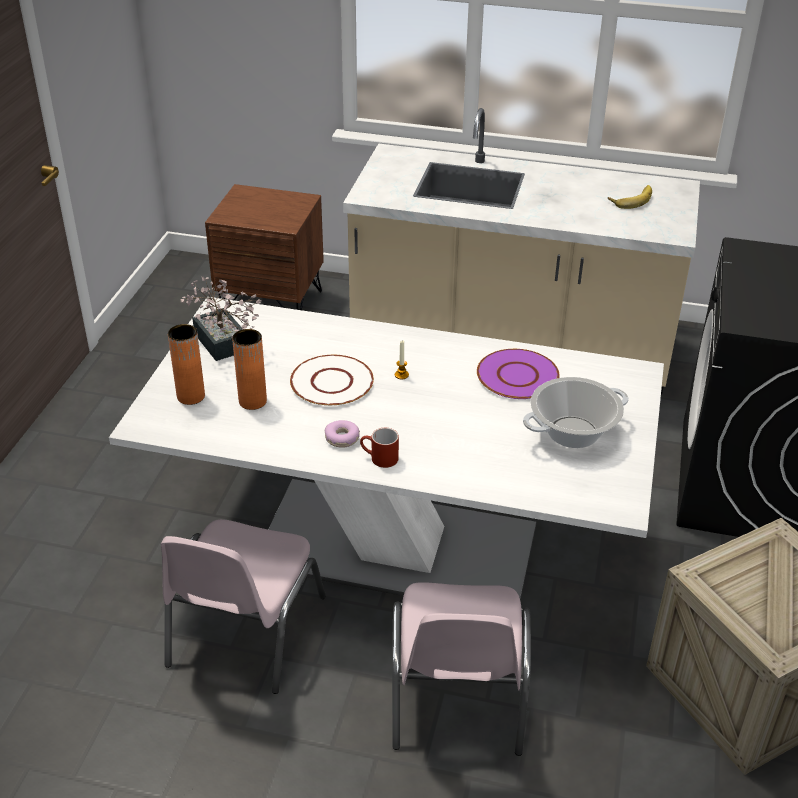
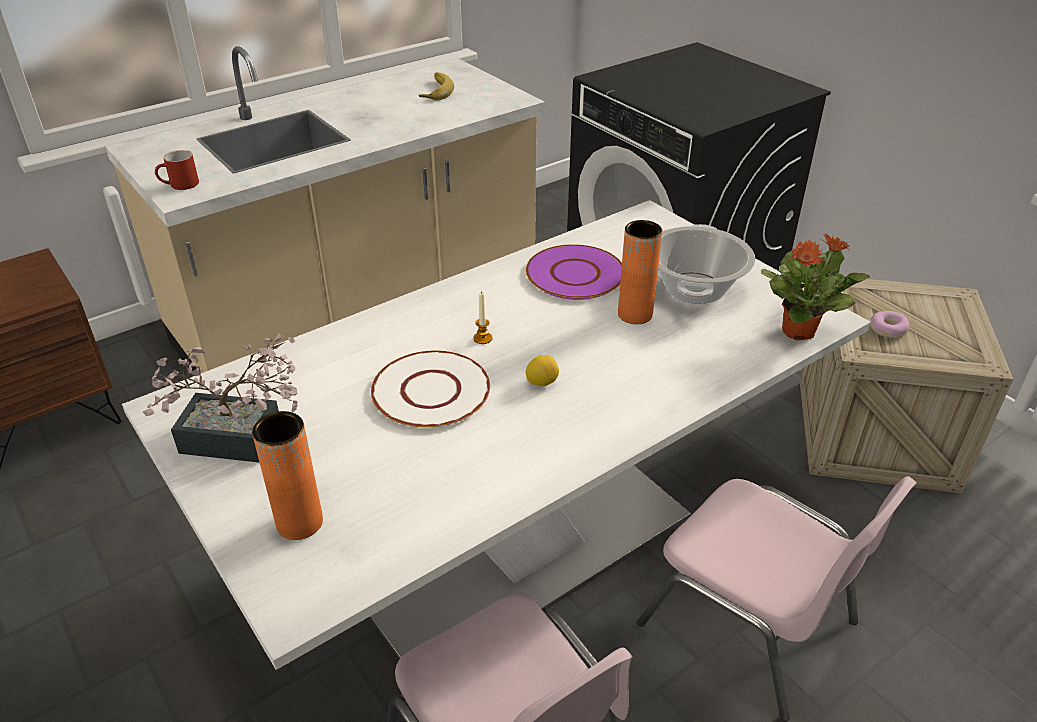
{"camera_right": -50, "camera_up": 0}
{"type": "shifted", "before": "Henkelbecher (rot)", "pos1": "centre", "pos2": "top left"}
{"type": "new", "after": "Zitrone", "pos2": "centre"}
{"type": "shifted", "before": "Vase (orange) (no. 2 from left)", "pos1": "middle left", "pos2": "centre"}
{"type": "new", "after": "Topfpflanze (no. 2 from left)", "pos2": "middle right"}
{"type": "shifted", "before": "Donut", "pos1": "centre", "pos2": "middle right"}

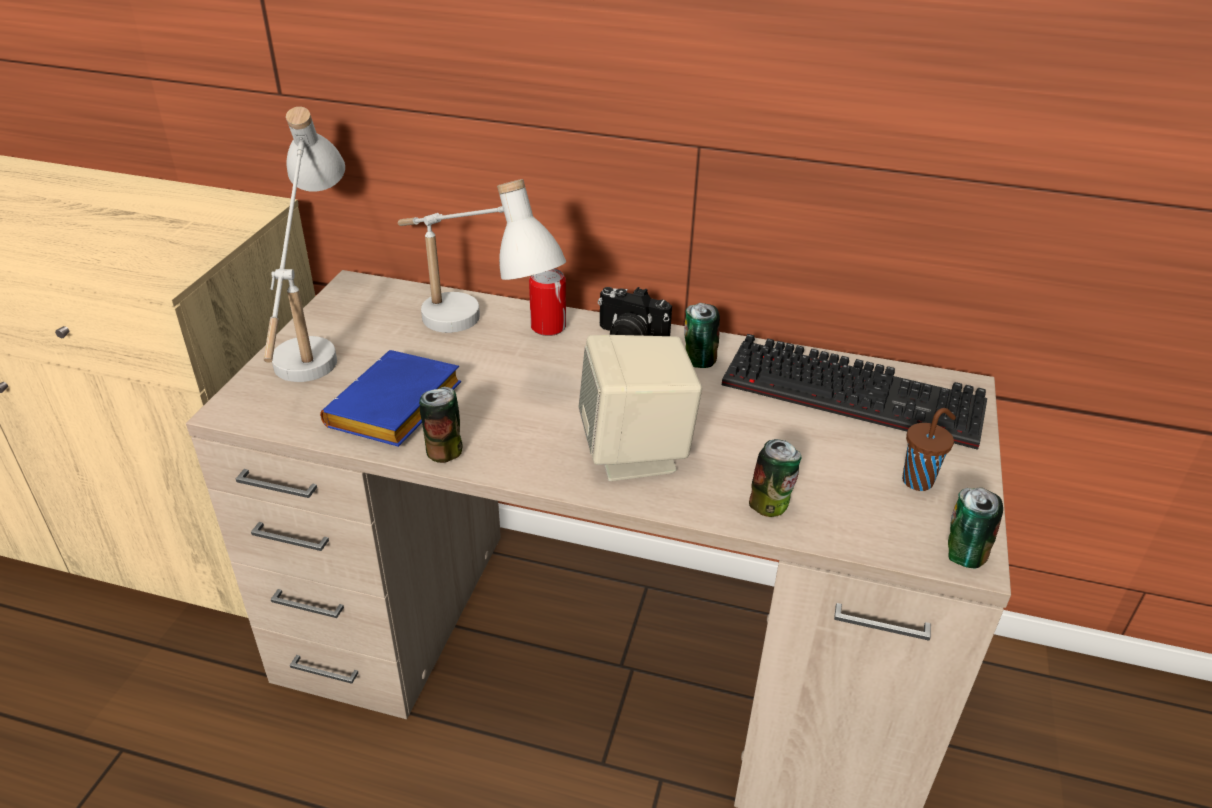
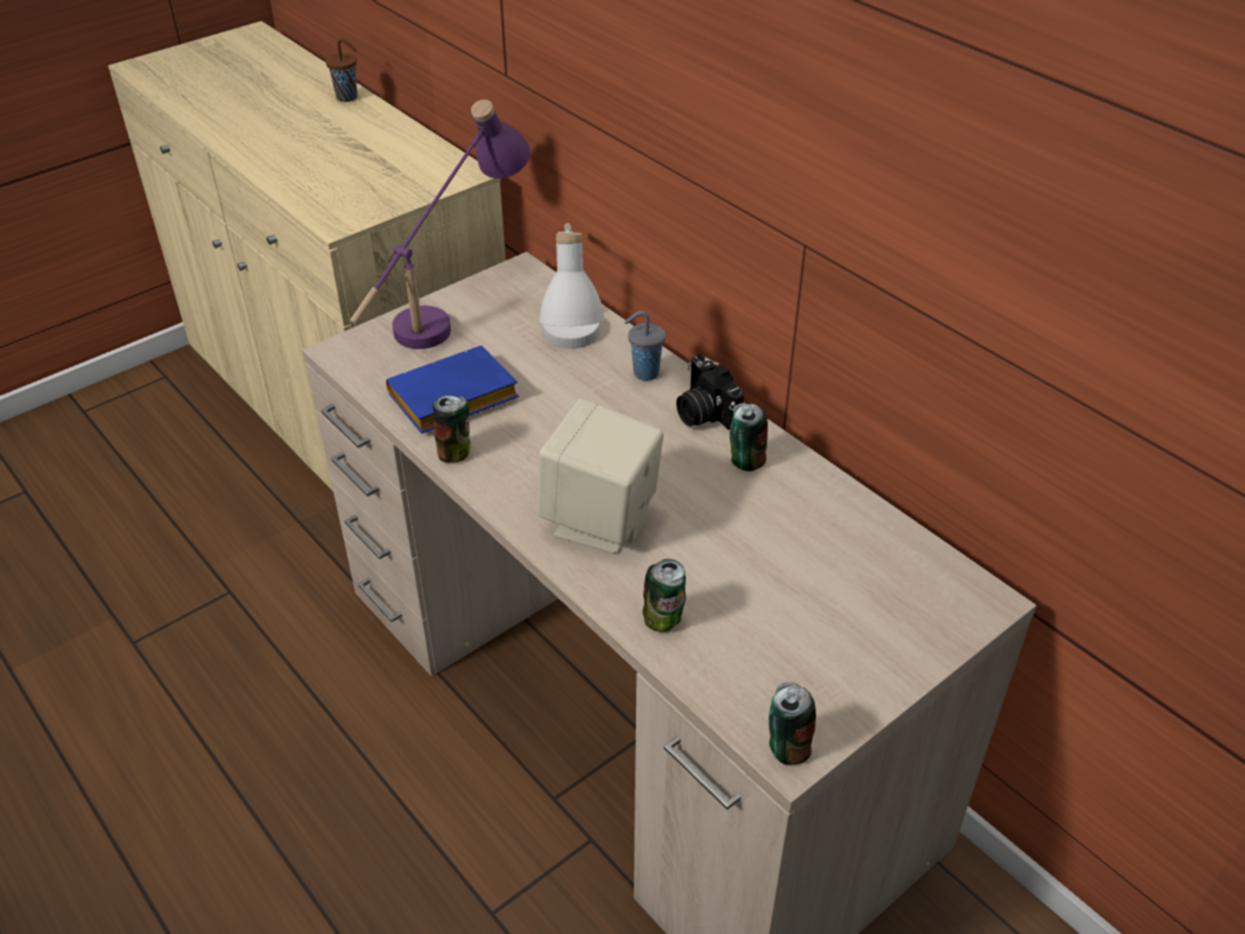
{"camera_right": 35, "camera_up": 5}
{"type": "shifted", "before": "Tasse (braun)", "pos1": "middle right", "pos2": "top left"}
{"type": "repainted", "before": "Tischlampe (weiß) (no. 1 from left)", "after": "Tischlampe (lila)", "pos1": "top left", "pos2": "top centre"}
{"type": "swapped", "before": "Dose (no. 2 from left)", "after": "Tasse (grau)", "pos1": "centre", "pos2": "centre"}
{"type": "gone", "before": "Tastatur", "pos1": "middle right"}

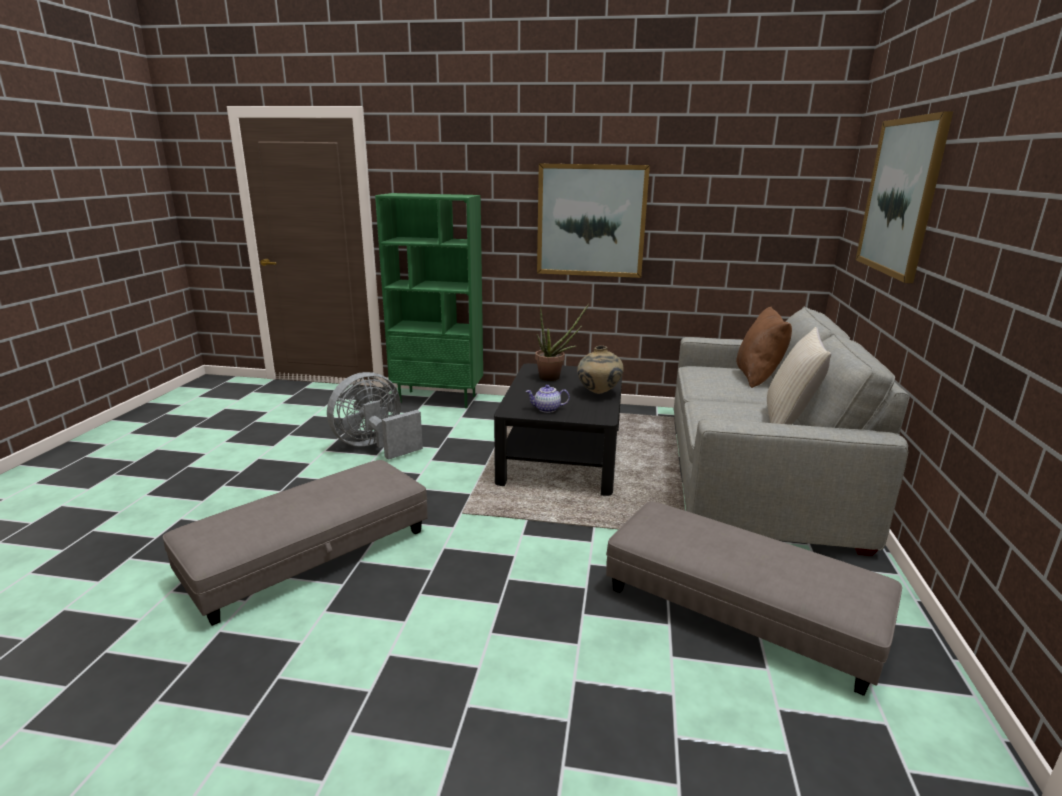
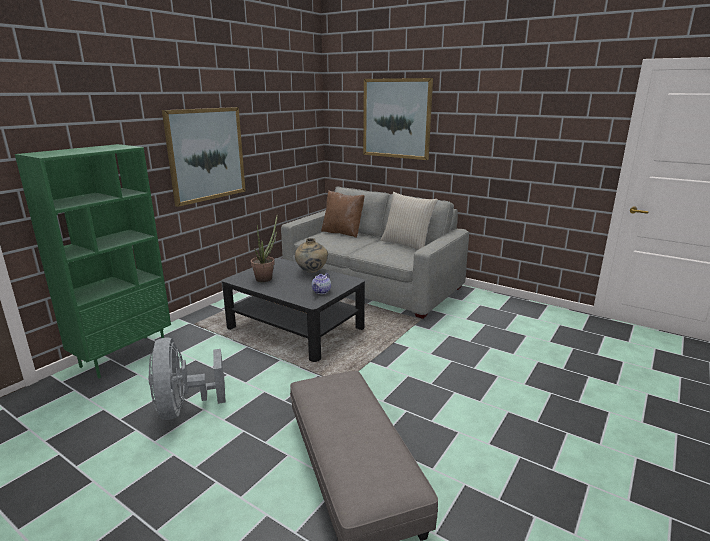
{"camera_right": -65, "camera_up": 0}
{"type": "gone", "before": "Polsterhocker (grau) (no. 2 from left)", "pos1": "bottom right"}

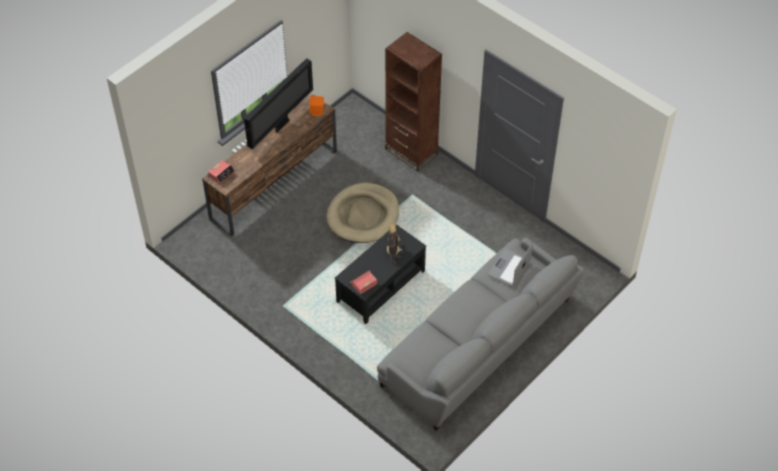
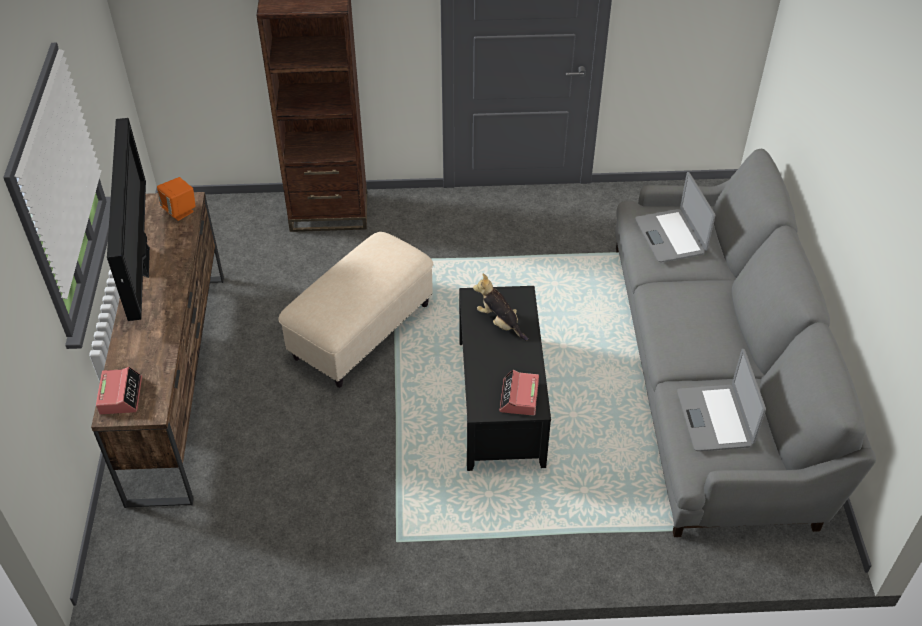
{"camera_right": -45, "camera_up": -5}
{"type": "swapped", "before": "Hundebett (beige)", "after": "Polsterhocker (beige)", "pos1": "centre", "pos2": "centre"}
{"type": "new", "after": "Laptop (no. 2 from left)", "pos2": "middle right"}

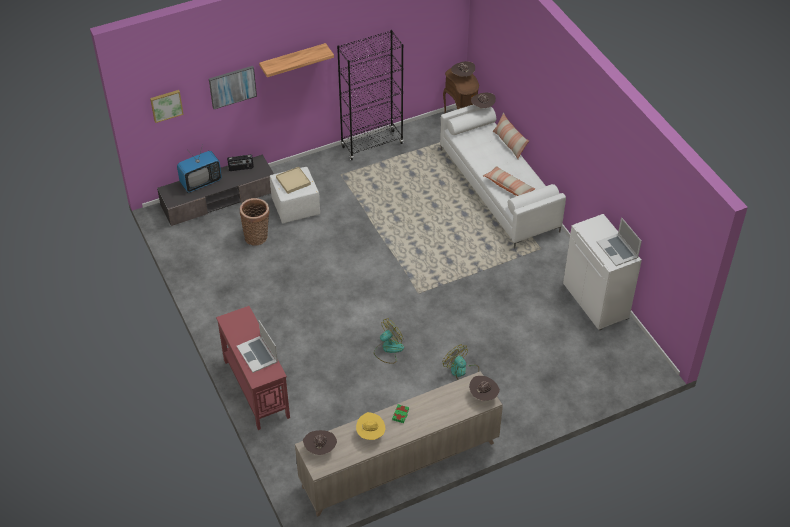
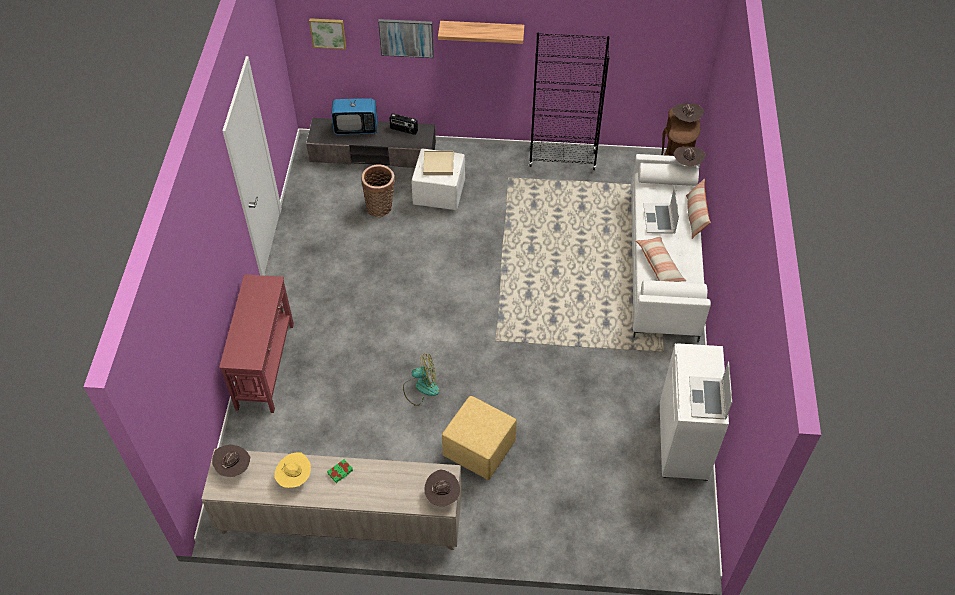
{"camera_right": 30, "camera_up": 5}
{"type": "swapped", "before": "Ventilator (no. 2 from left)", "after": "Polsterhocker (gelb)", "pos1": "bottom centre", "pos2": "bottom centre"}
{"type": "shifted", "before": "Laptop (no. 1 from left)", "pos1": "middle left", "pos2": "middle right"}

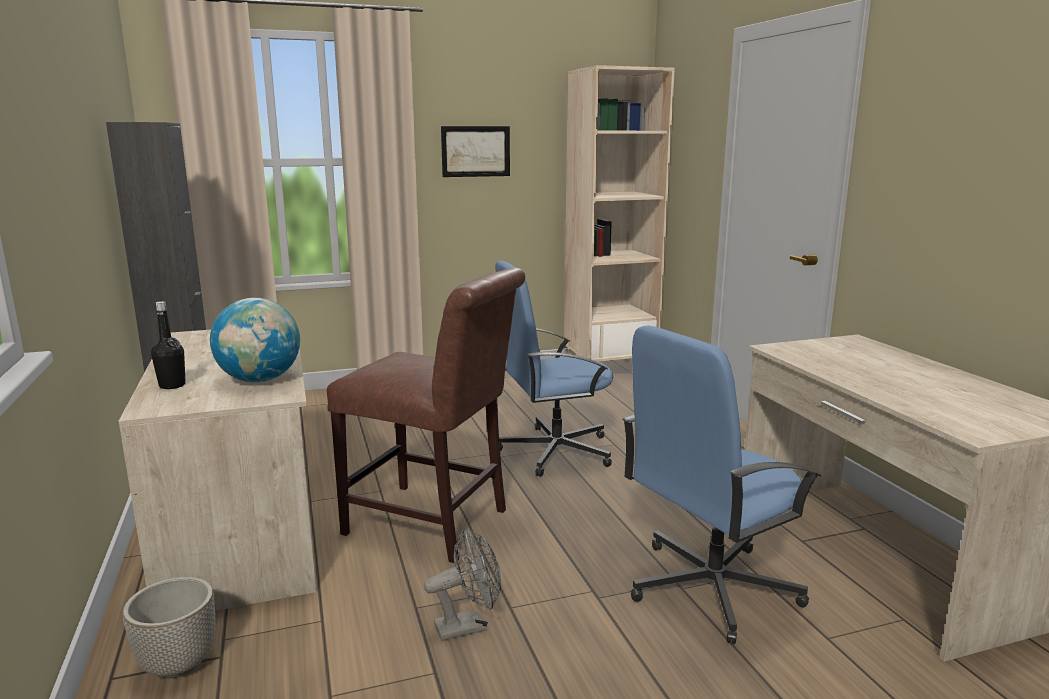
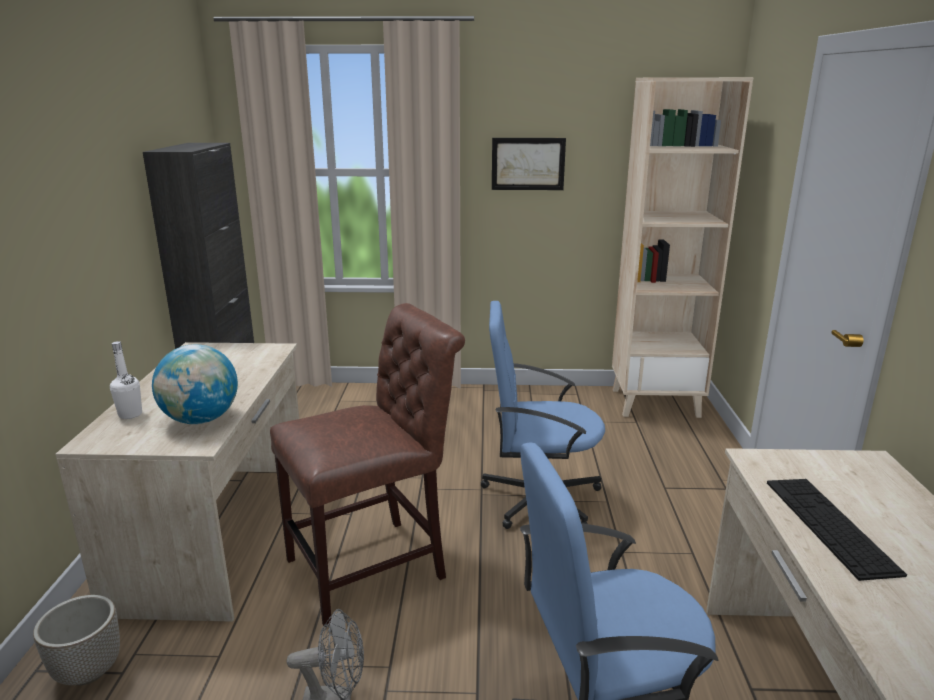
{"camera_right": 20, "camera_up": 5}
{"type": "repainted", "before": "Flasche (schwarz)", "after": "Flasche (weiß)", "pos1": "middle left", "pos2": "middle left"}
{"type": "rotated", "before": "Stuhl (braun)", "pos1": "centre", "pos2": "centre", "turn": -75}
{"type": "new", "after": "Tastatur", "pos2": "bottom right"}

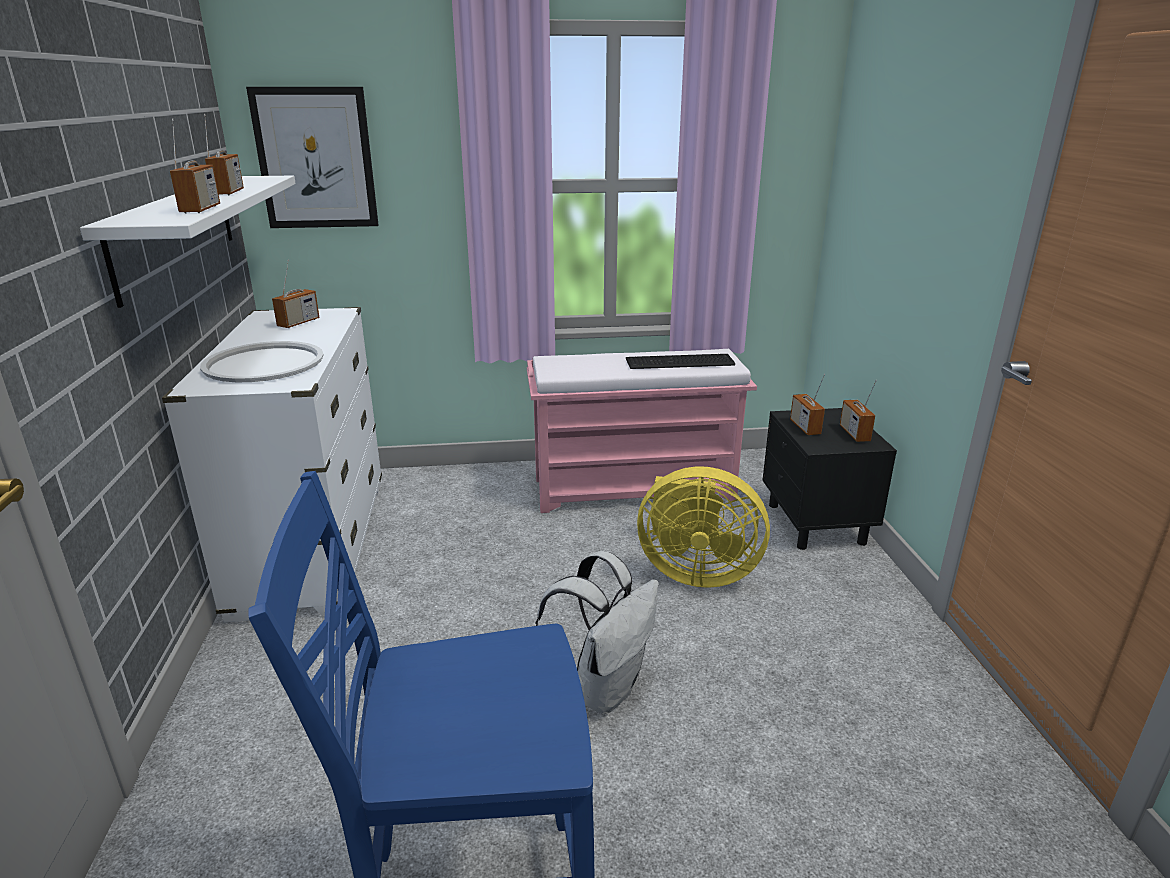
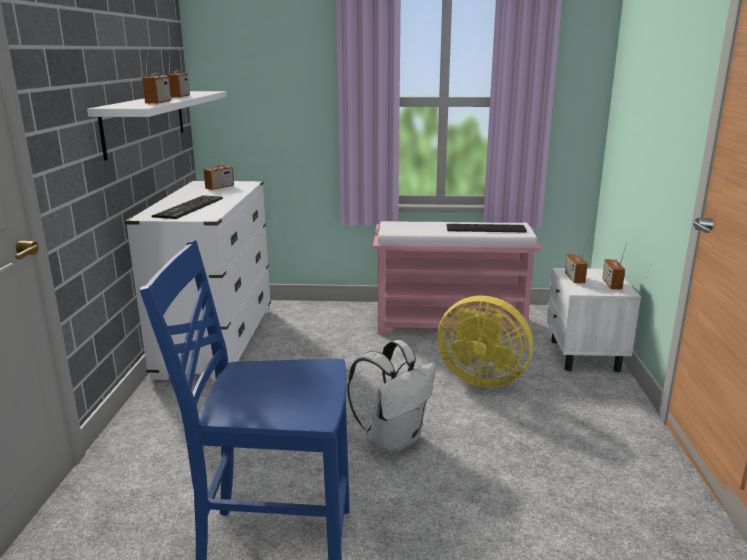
{"camera_right": 10, "camera_up": -5}
{"type": "swapped", "before": "Tablett (weiß)", "after": "Tastatur (no. 1 from left)", "pos1": "middle left", "pos2": "middle left"}
{"type": "repainted", "before": "Nachttisch (schwarz)", "after": "Nachttisch (weiß)", "pos1": "middle right", "pos2": "middle right"}
{"type": "gone", "before": "Bild", "pos1": "top left"}

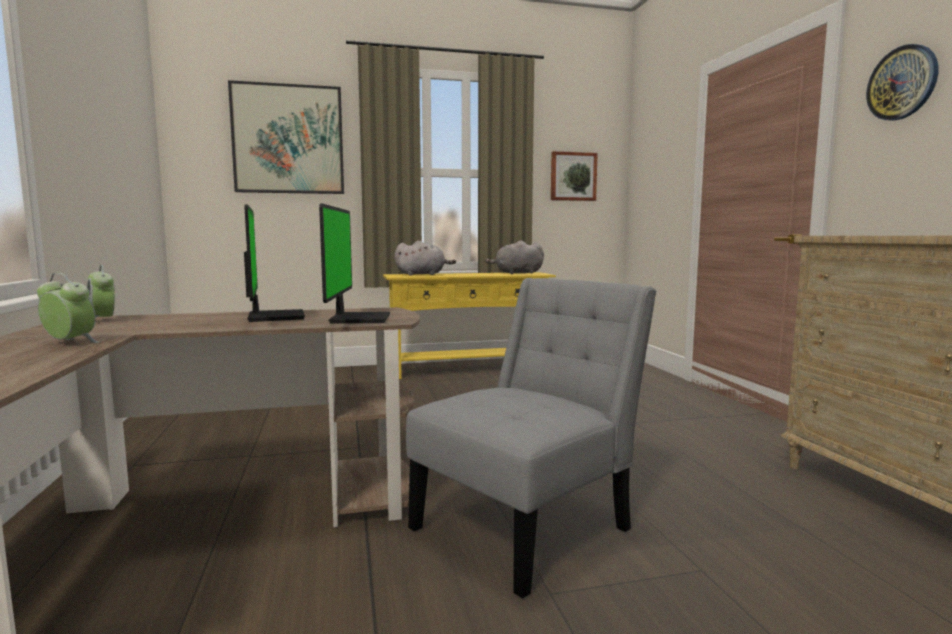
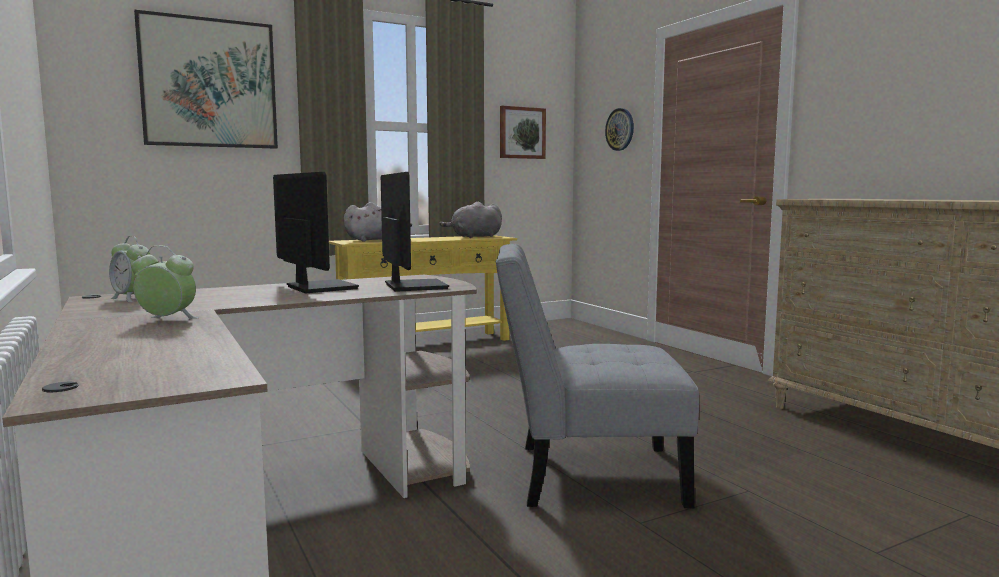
{"camera_right": -15, "camera_up": 0}
{"type": "rotated", "before": "Stuhl (grau)", "pos1": "bottom centre", "pos2": "centre", "turn": -120}
{"type": "shifted", "before": "Wanduhr", "pos1": "top right", "pos2": "top centre"}

